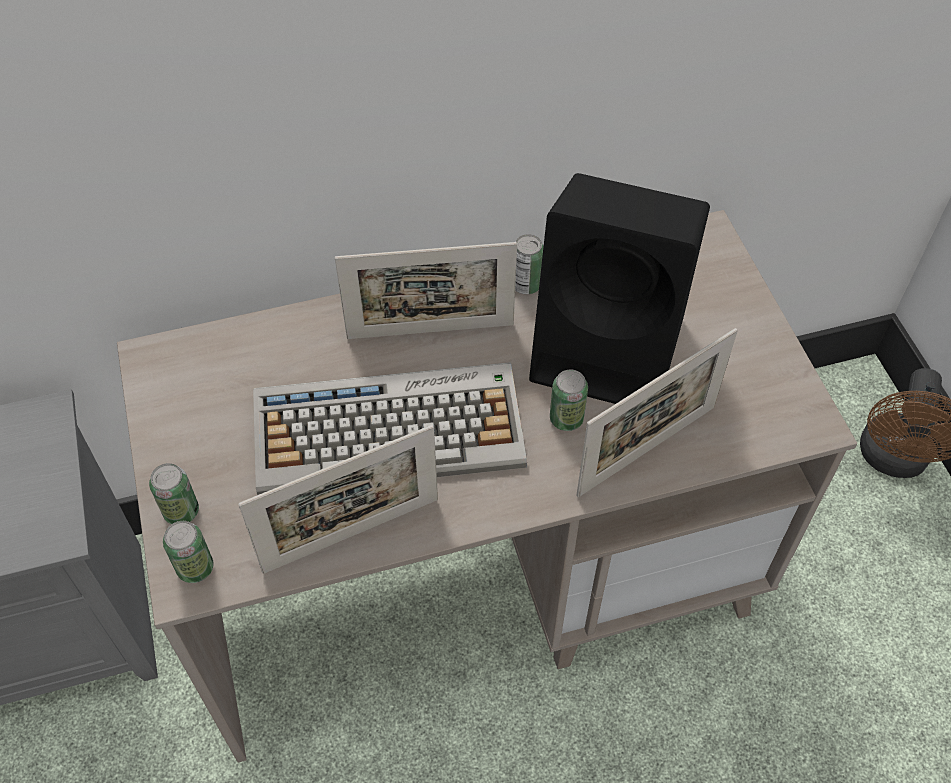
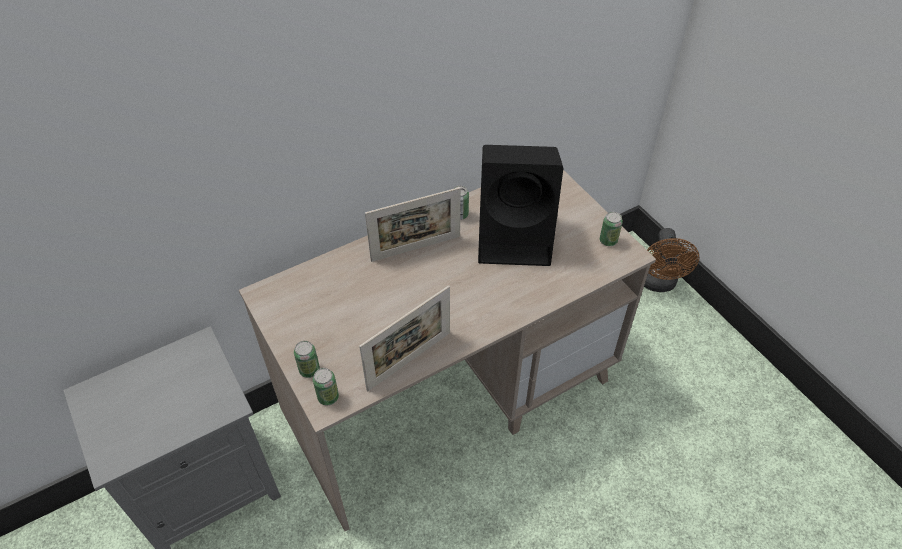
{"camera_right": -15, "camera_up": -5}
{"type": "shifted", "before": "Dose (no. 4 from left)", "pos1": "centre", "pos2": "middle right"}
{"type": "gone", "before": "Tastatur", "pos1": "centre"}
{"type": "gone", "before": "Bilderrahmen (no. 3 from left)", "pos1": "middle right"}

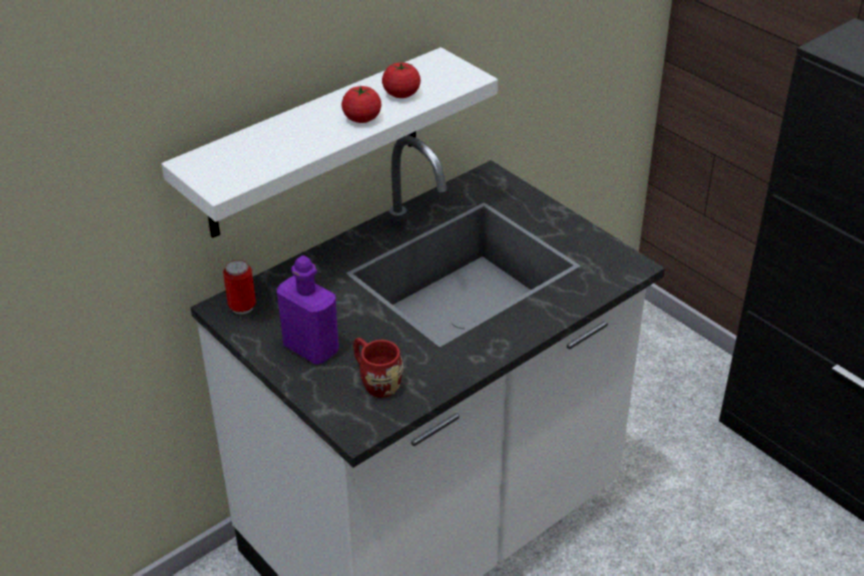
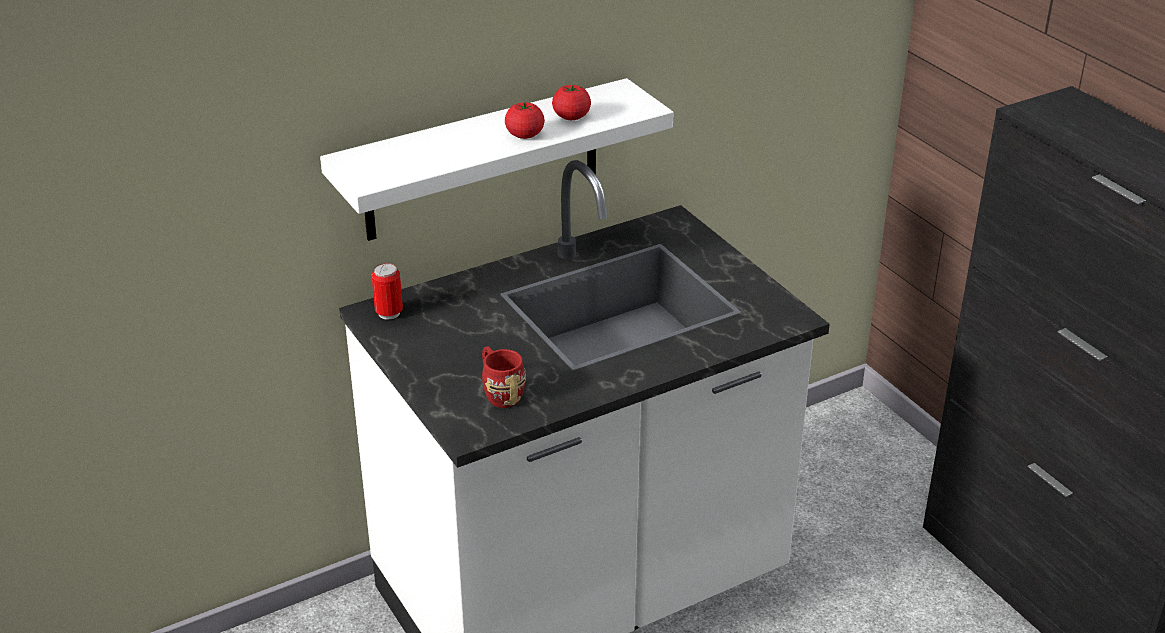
{"camera_right": 10, "camera_up": -5}
{"type": "gone", "before": "Flasche (lila)", "pos1": "centre"}

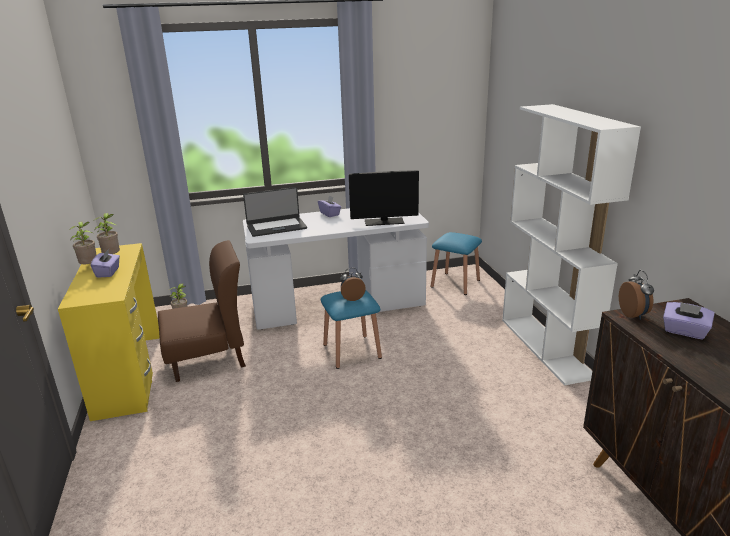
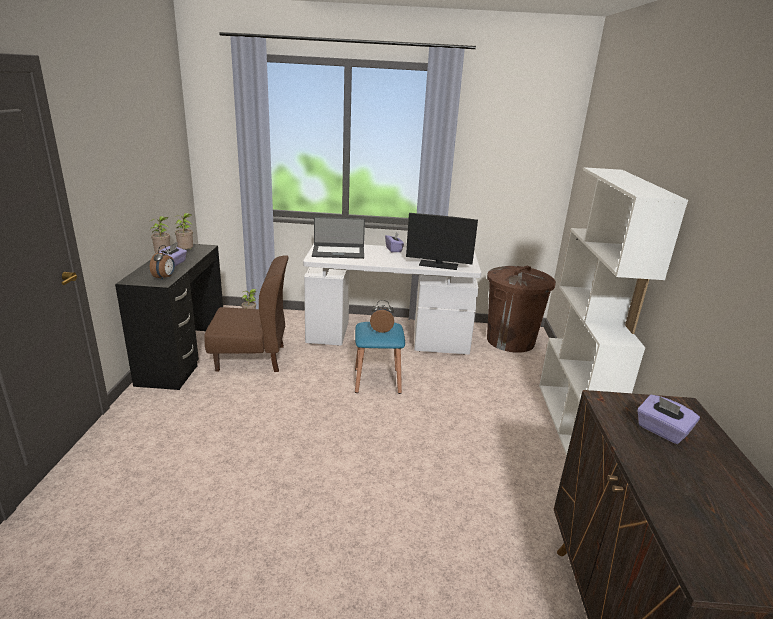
{"camera_right": 15, "camera_up": 0}
{"type": "repainted", "before": "Schreibtisch (gelb)", "after": "Schreibtisch (schwarz)", "pos1": "middle left", "pos2": "middle left"}
{"type": "shifted", "before": "Wecker (no. 2 from left in the first image)", "after": "Wecker (no. 1 from left)", "pos1": "middle right", "pos2": "middle left"}
{"type": "swapped", "before": "Hocker (blau) (no. 2 from left)", "after": "Mülleimer (braun)", "pos1": "centre", "pos2": "middle right"}

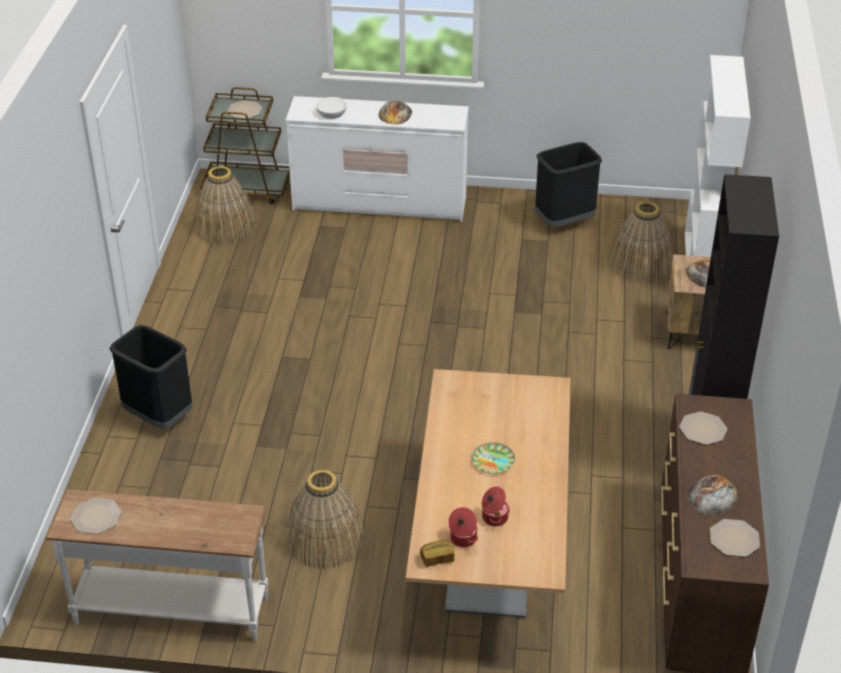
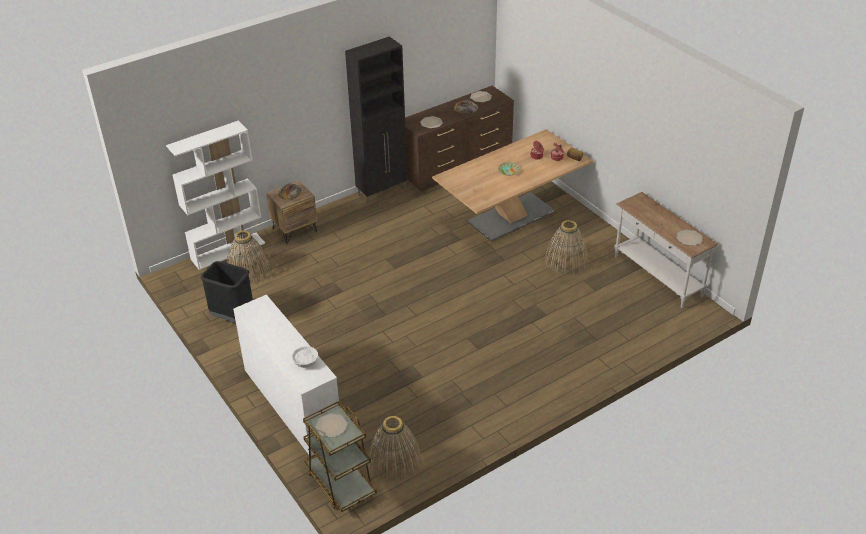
{"camera_right": -130, "camera_up": 0}
{"type": "gone", "before": "Mülleimer (schwarz) (no. 1 from left)", "pos1": "middle left"}
{"type": "gone", "before": "Brot (no. 1 from left)", "pos1": "top centre"}

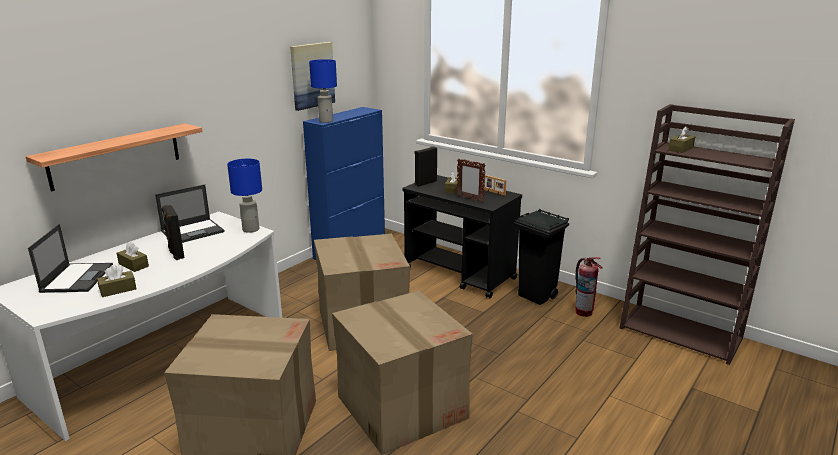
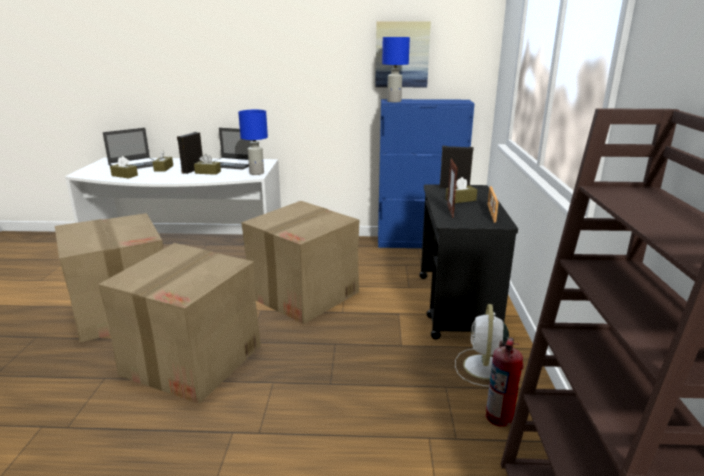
{"camera_right": 55, "camera_up": 0}
{"type": "shifted", "before": "Taschentuchbox (braun) (no. 4 from left in the first image)", "after": "Taschentuchbox (braun) (no. 3 from left)", "pos1": "top right", "pos2": "middle left"}
{"type": "swapped", "before": "Mülleimer (schwarz)", "after": "Ventilator (weiß)", "pos1": "centre", "pos2": "bottom right"}
{"type": "gone", "before": "Wandregal", "pos1": "middle left"}

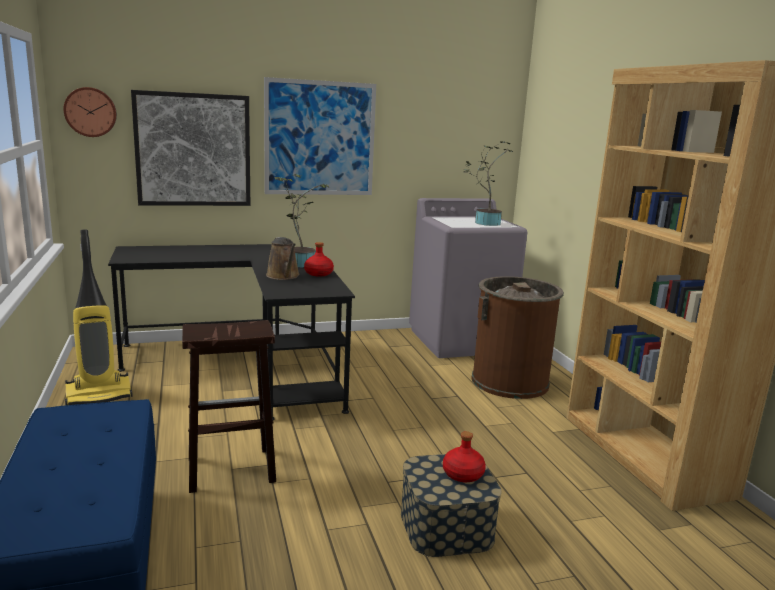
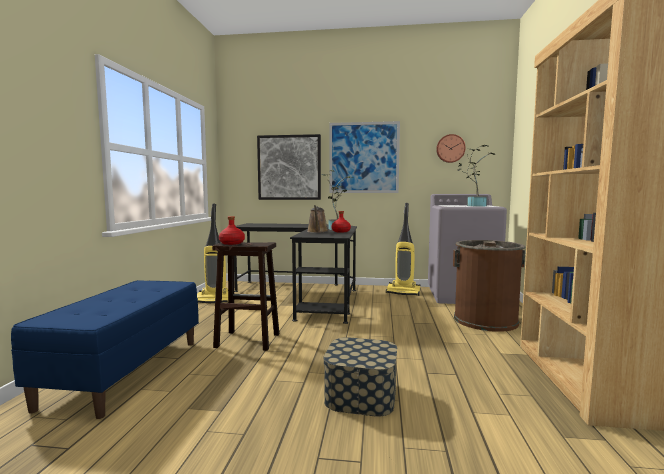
{"camera_right": 25, "camera_up": -10}
{"type": "shifted", "before": "Flasche (rot) (no. 2 from left in the first image)", "after": "Flasche (rot) (no. 1 from left)", "pos1": "bottom centre", "pos2": "centre"}
{"type": "new", "after": "Staubsauger (no. 2 from left)", "pos2": "centre"}
{"type": "shifted", "before": "Wanduhr", "pos1": "top left", "pos2": "top right"}

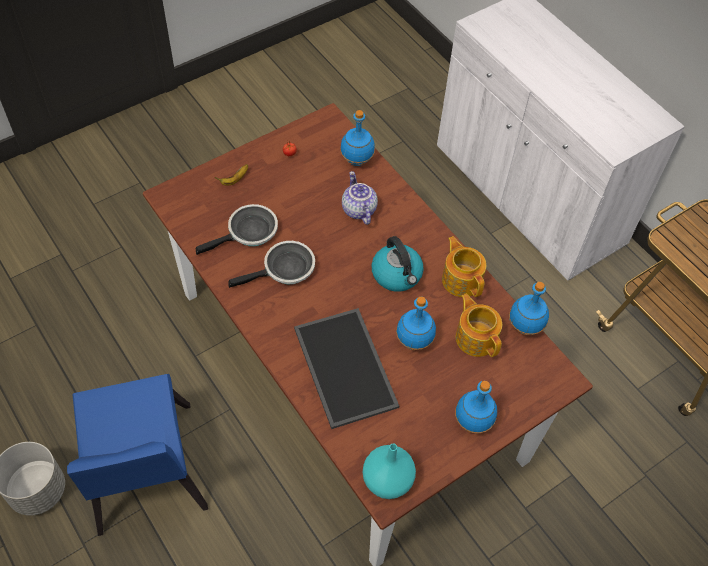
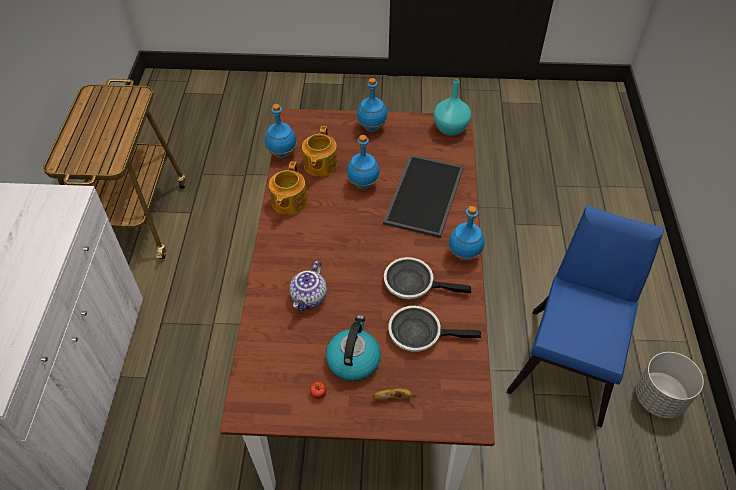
{"camera_right": -140, "camera_up": -5}
{"type": "shifted", "before": "Wasserkessel", "pos1": "centre", "pos2": "bottom centre"}
{"type": "shifted", "before": "Flasche (blau) (no. 1 from left in the first image)", "after": "Flasche (blau) (no. 4 from left)", "pos1": "top centre", "pos2": "centre"}

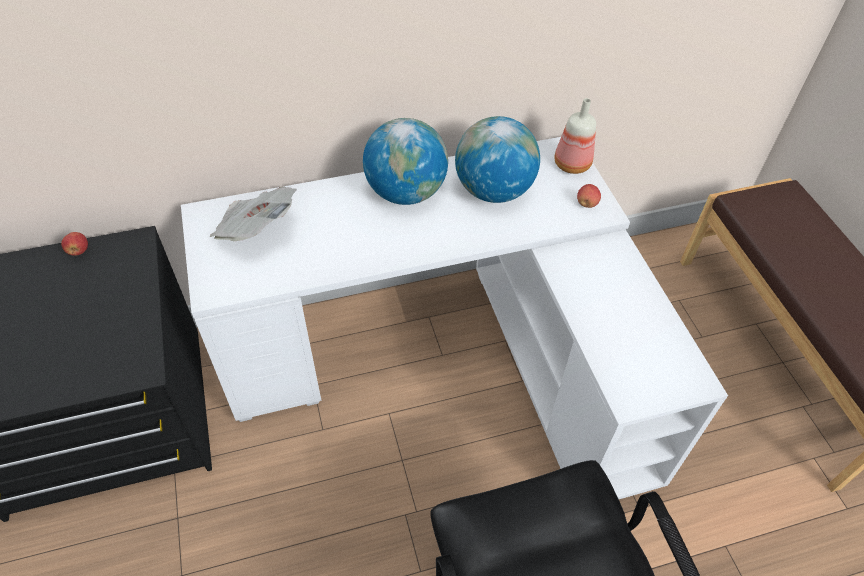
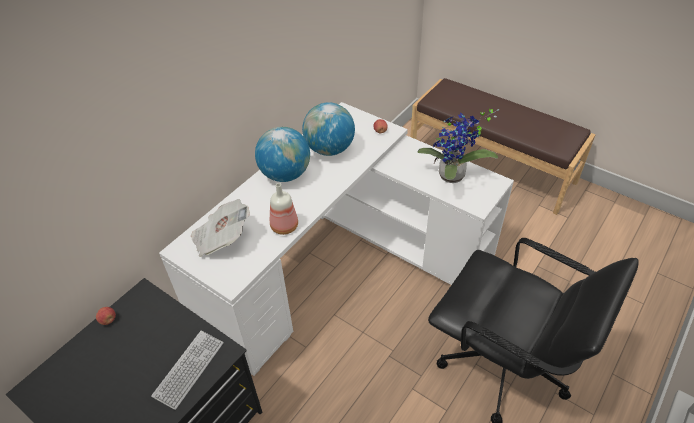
{"camera_right": -35, "camera_up": -5}
{"type": "new", "after": "Tastatur", "pos2": "bottom left"}
{"type": "shifted", "before": "Flasche", "pos1": "top centre", "pos2": "centre"}
{"type": "new", "after": "Topfpflanze", "pos2": "centre"}

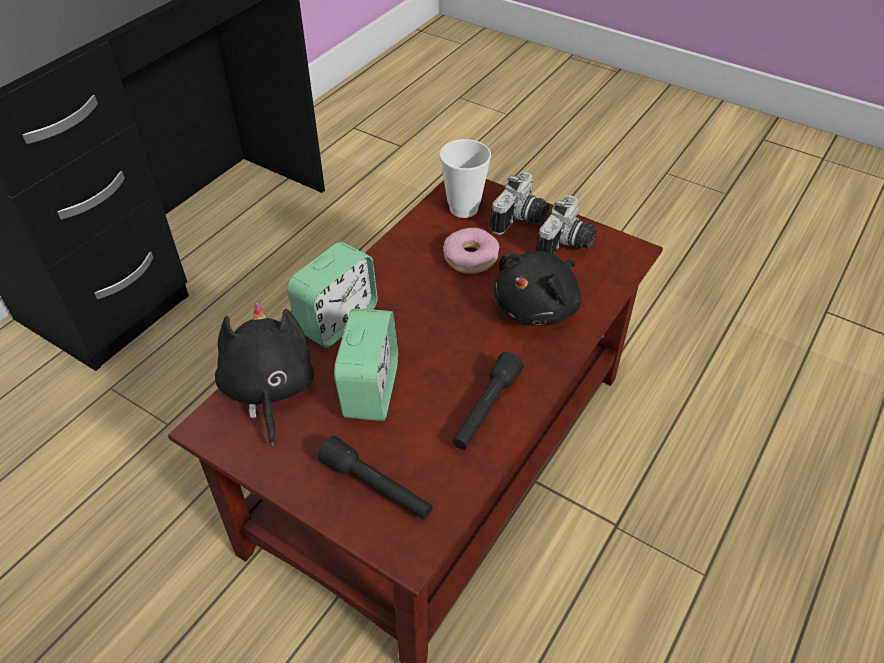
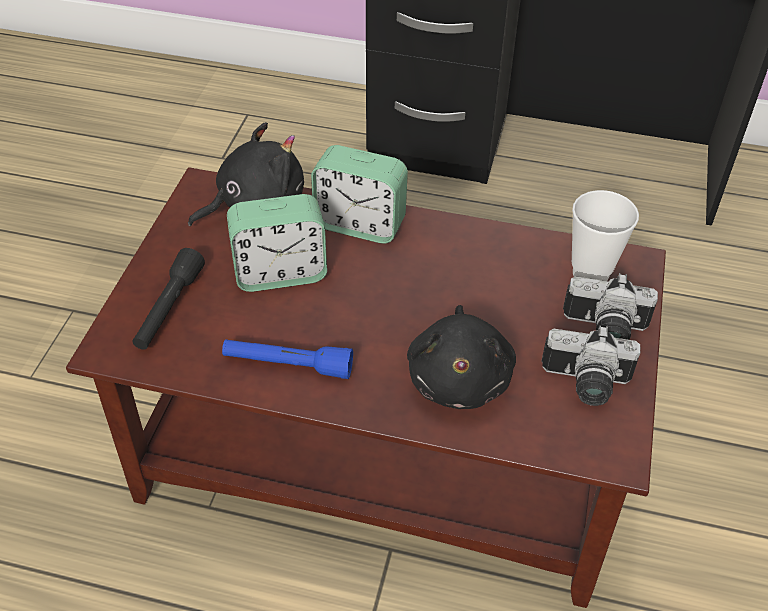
{"camera_right": 70, "camera_up": 0}
{"type": "repainted", "before": "Taschenlampe (schwarz) (no. 2 from left)", "after": "Taschenlampe (blau)", "pos1": "centre", "pos2": "centre"}
{"type": "rotated", "before": "Plüschtier (schwarz) (no. 2 from left)", "pos1": "centre", "pos2": "centre", "turn": -105}
{"type": "gone", "before": "Donut", "pos1": "centre"}

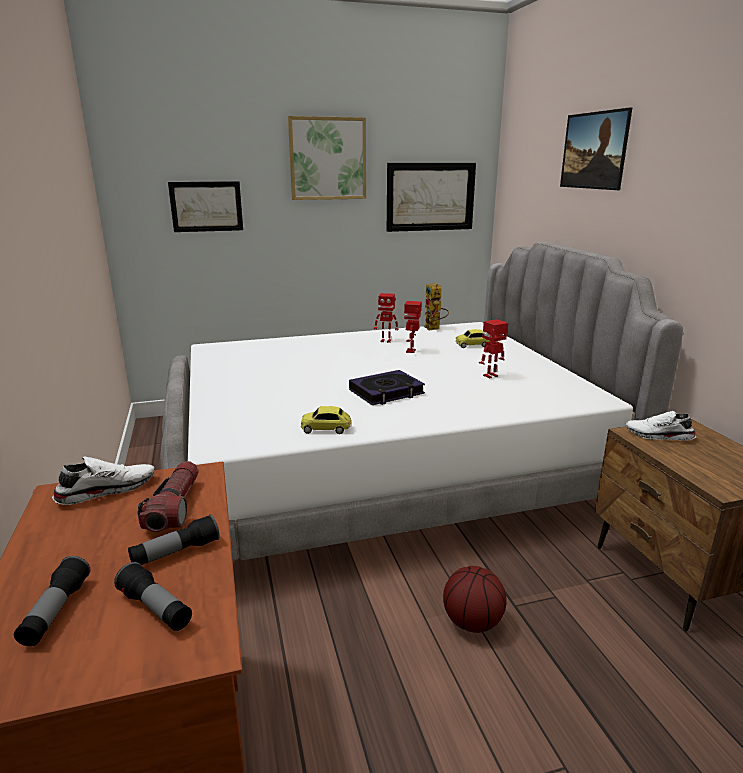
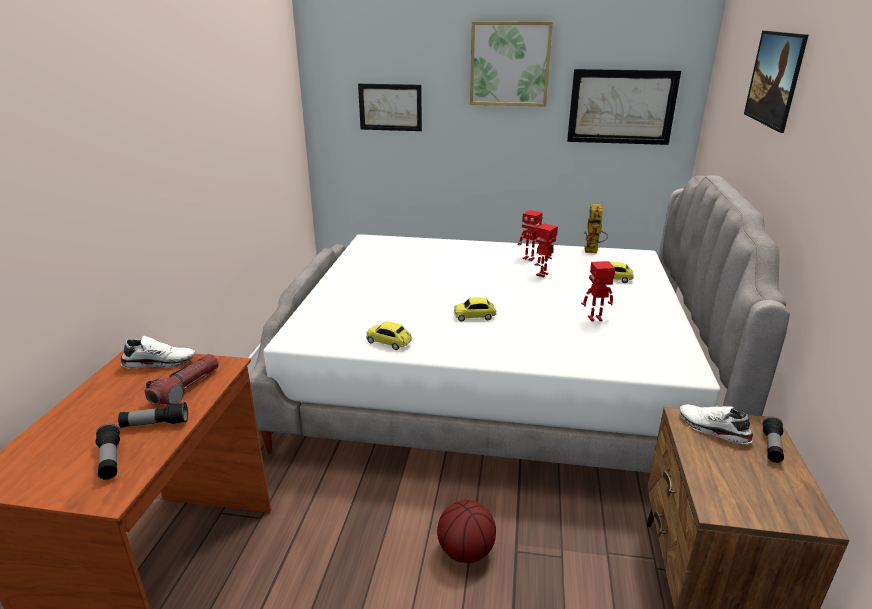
{"camera_right": 25, "camera_up": 5}
{"type": "swapped", "before": "Buch", "after": "Spielzeugauto (no. 2 from left)", "pos1": "centre", "pos2": "centre"}
{"type": "shifted", "before": "Taschenlampe (no. 1 from left in the first image)", "after": "Taschenlampe (no. 4 from left)", "pos1": "bottom left", "pos2": "bottom right"}

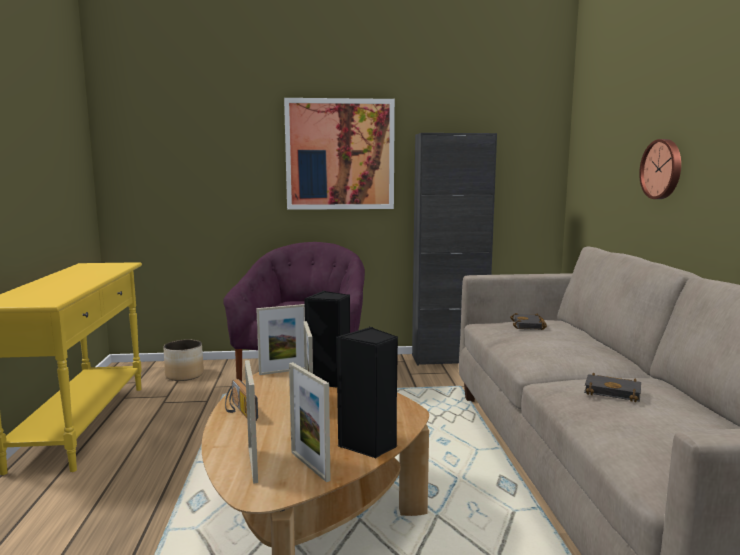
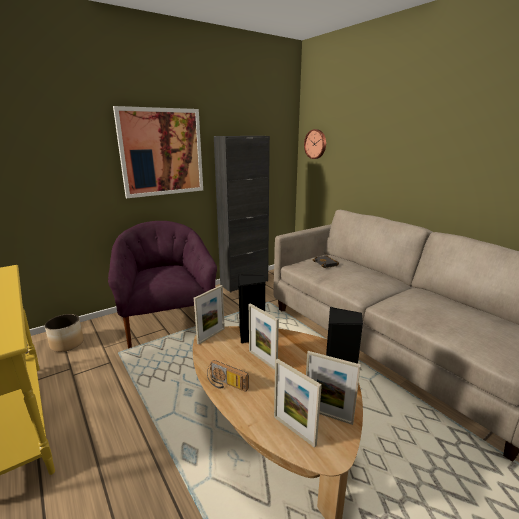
{"camera_right": -30, "camera_up": 10}
{"type": "shifted", "before": "Wanduhr", "pos1": "top right", "pos2": "top centre"}
{"type": "gone", "before": "Buch (schwarz) (no. 2 from left)", "pos1": "bottom right"}

